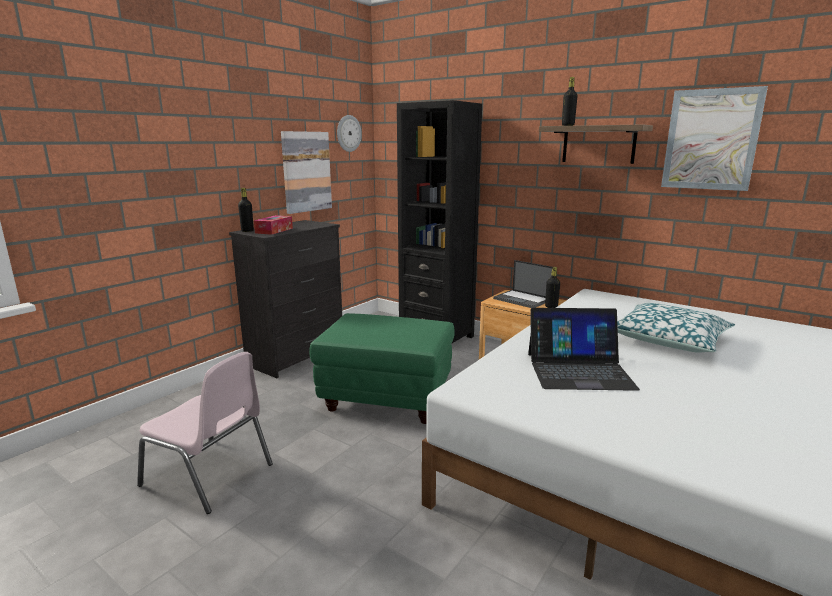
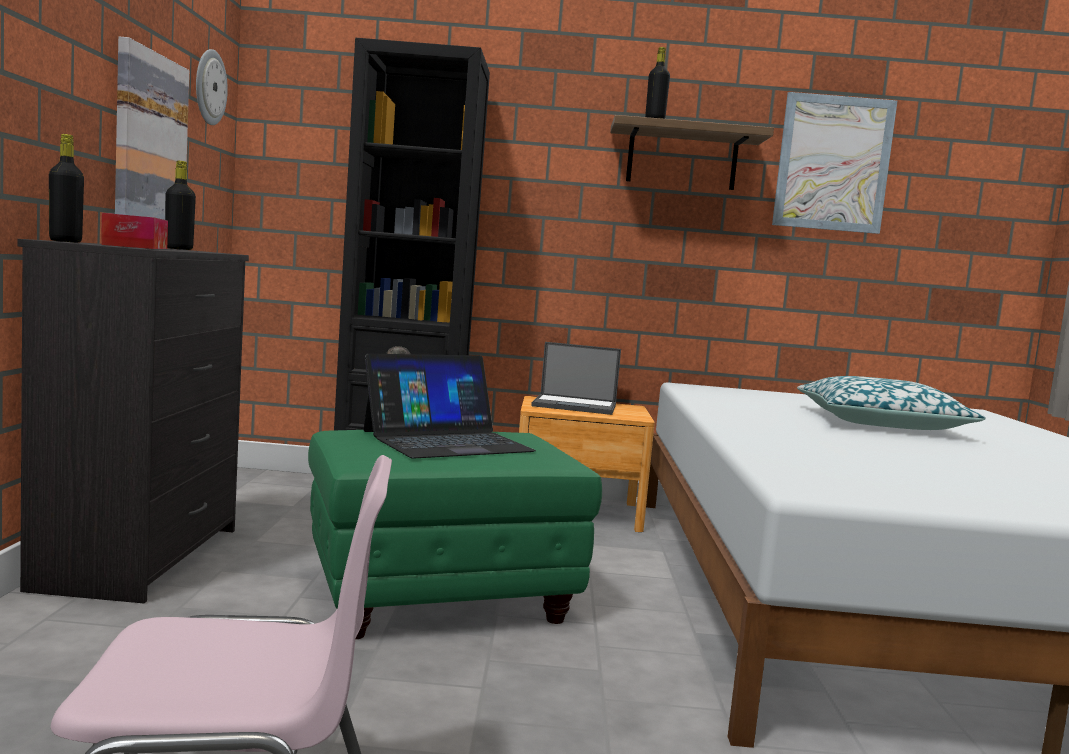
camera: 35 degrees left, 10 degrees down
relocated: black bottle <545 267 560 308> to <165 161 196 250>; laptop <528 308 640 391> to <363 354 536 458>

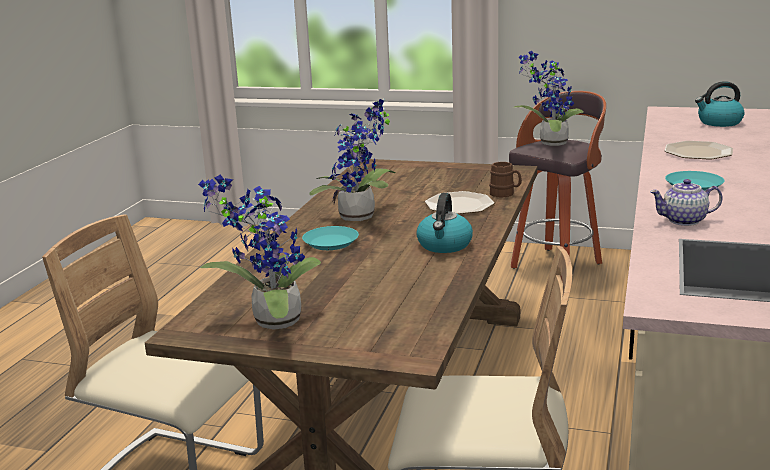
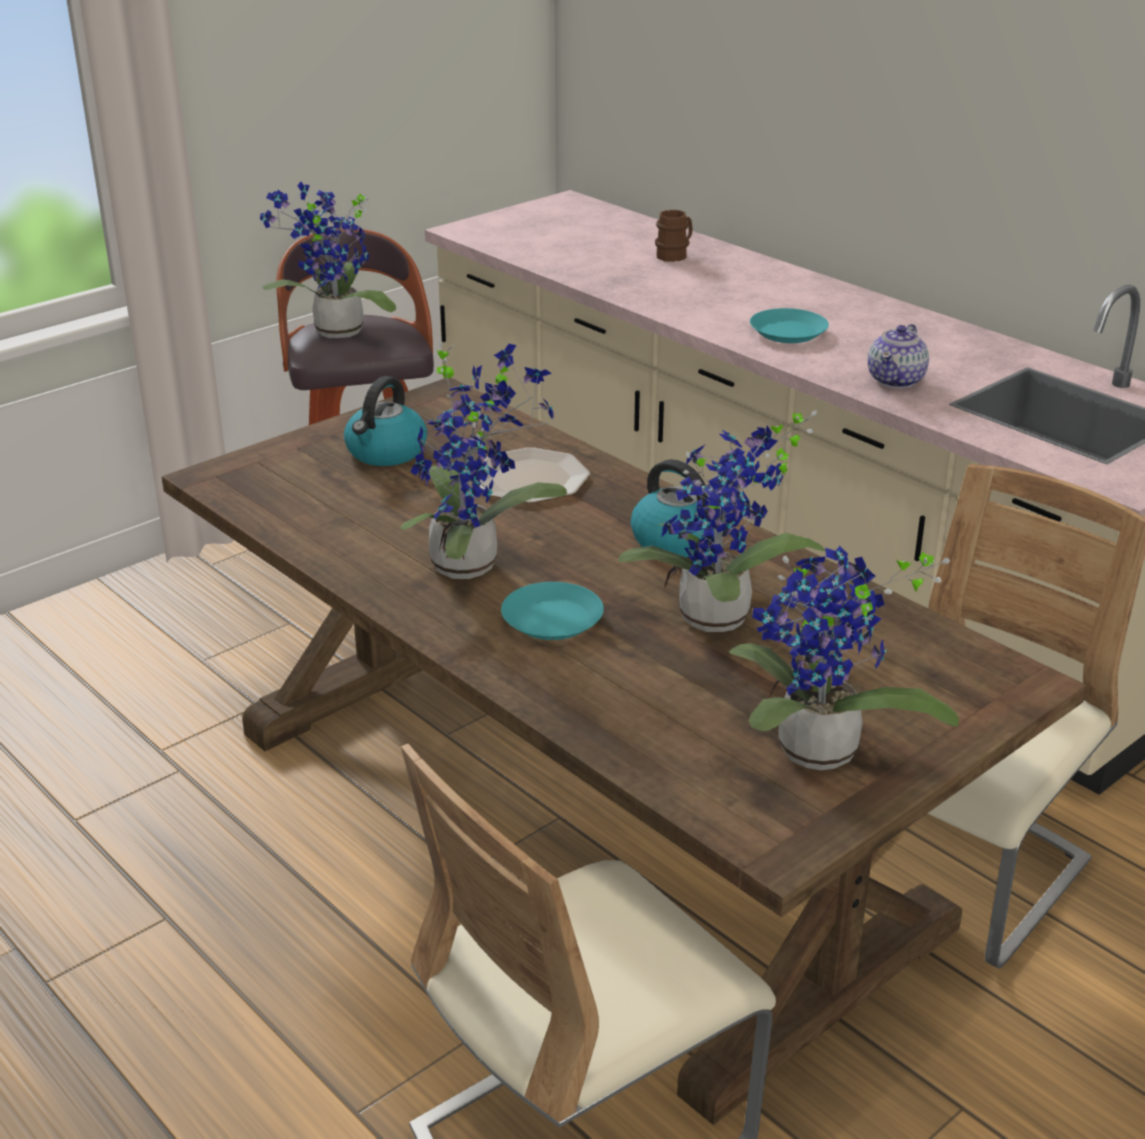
camera: 60 degrees left, 10 degrees up
missing: plate <665 141 733 160>
appeared: potted plant <618 410 826 632>
relocated: kettle <695 81 745 127> to <344 376 427 466>; brown mug <489 162 522 198> to <655 210 692 261>

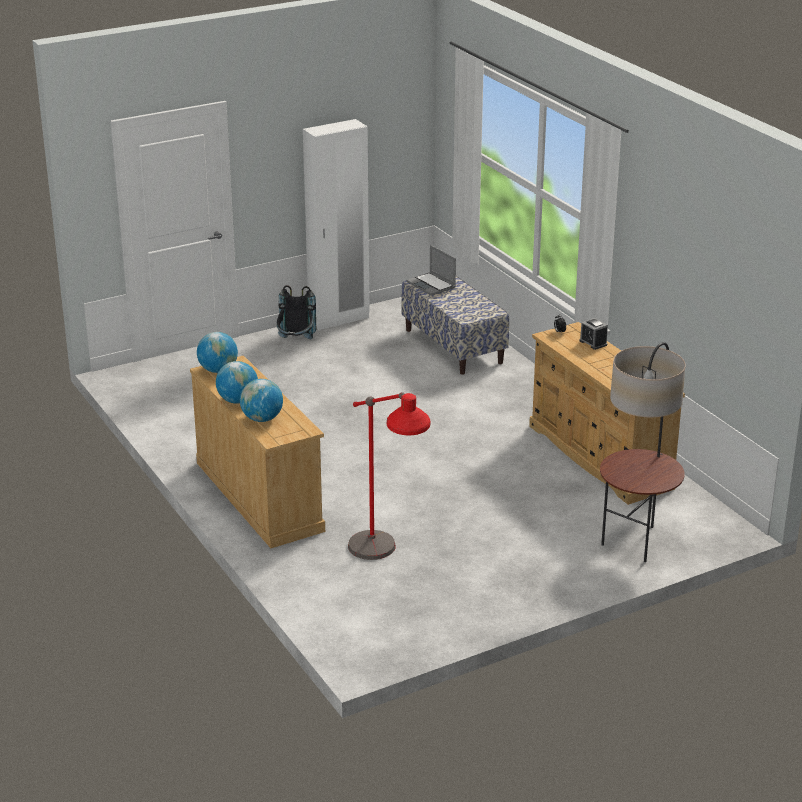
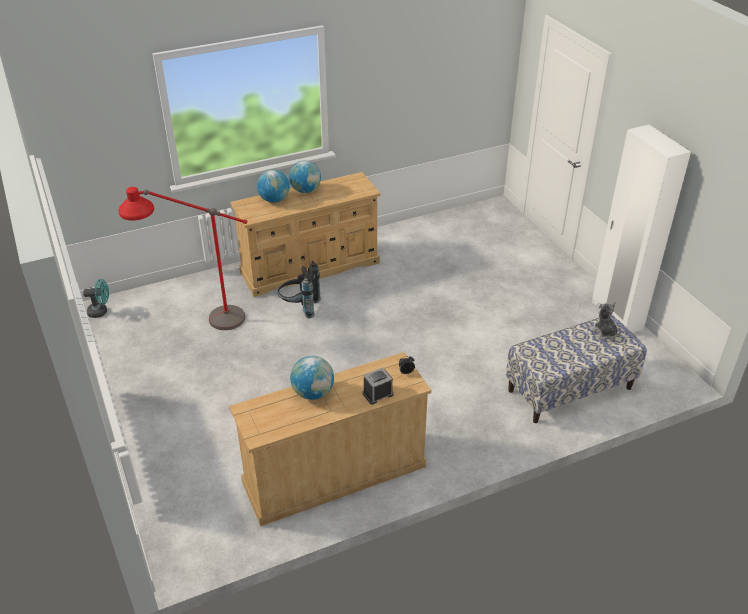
camera: 95 degrees right, 10 degrees up
missing: floor lamp <600 342 685 562>
appeared: turquoise fan <83 279 109 318>
relocated: black backpack <277 285 316 339> to <277 260 321 319>; globe <197 332 238 373> to <290 356 334 400>
exchanged: laptop <407 245 456 296> to plush toy <589 302 620 340>

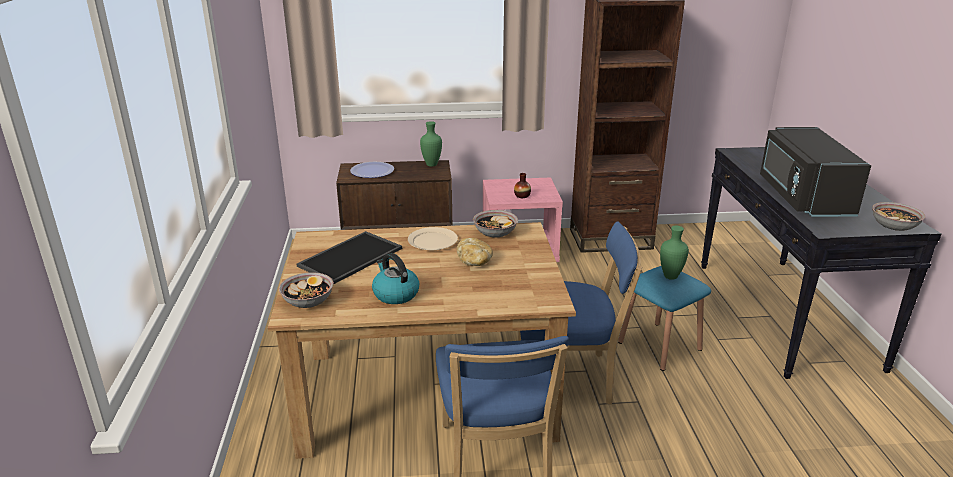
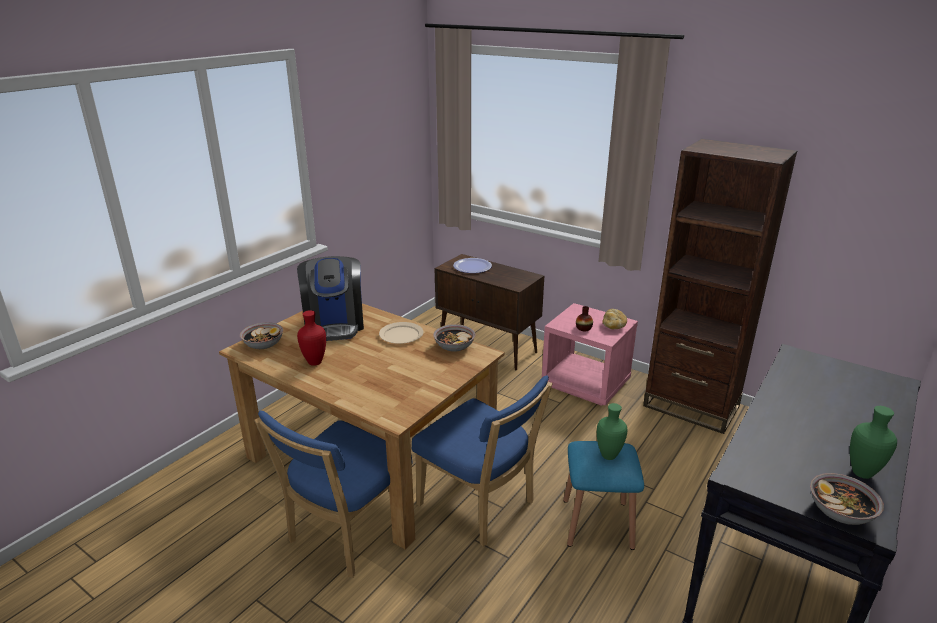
camera: 40 degrees right, 0 degrees up
missing: black microwave <760 127 871 217>
relocated: bread <457 238 493 266> to <602 309 627 329>; green vase <420 121 442 167> to <850 406 897 479>
exchanged: tray <297 231 402 284> to coffee machine <297 256 364 341>; kettle <372 253 419 304> to red vase <297 310 326 366>

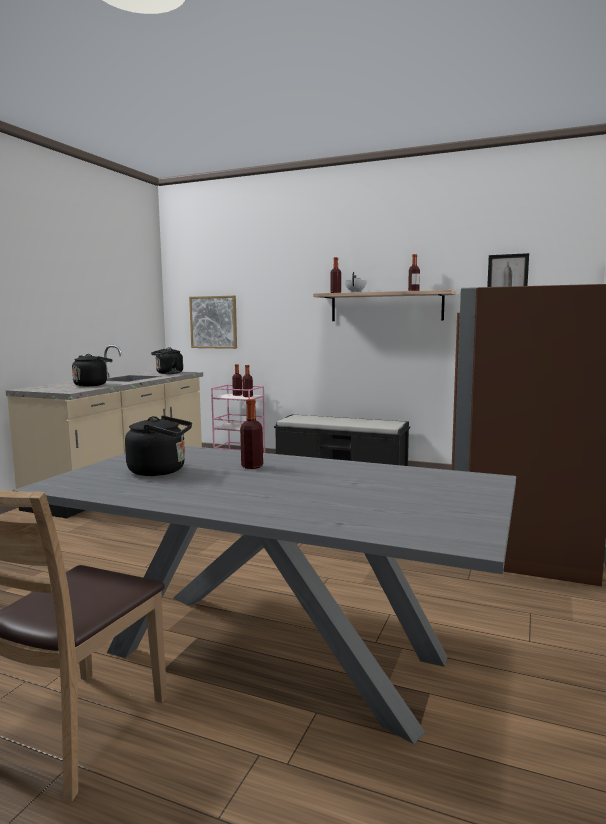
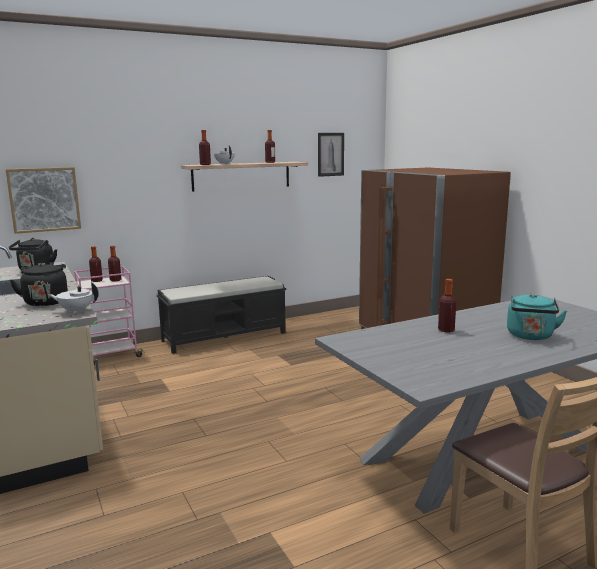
camera: 50 degrees left, 5 degrees up
missing: black kettle <125 416 192 476>
appeared: white teapot <48 282 99 314>; turquoise kettle <507 293 567 340>

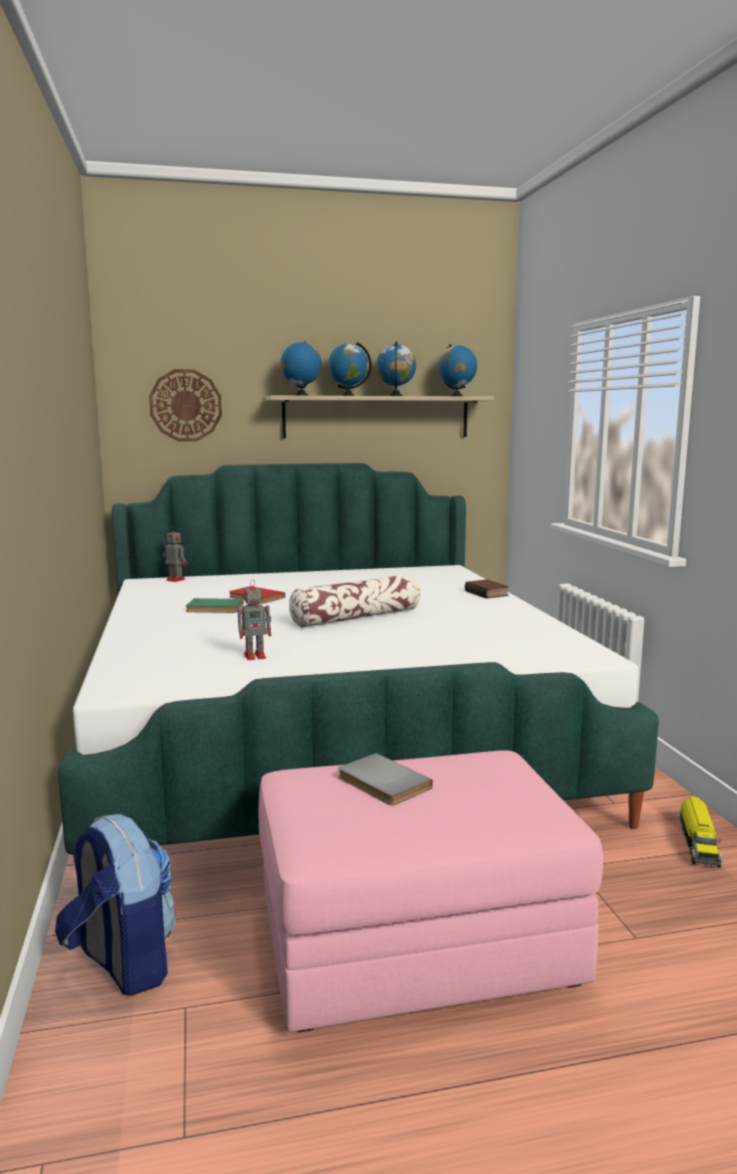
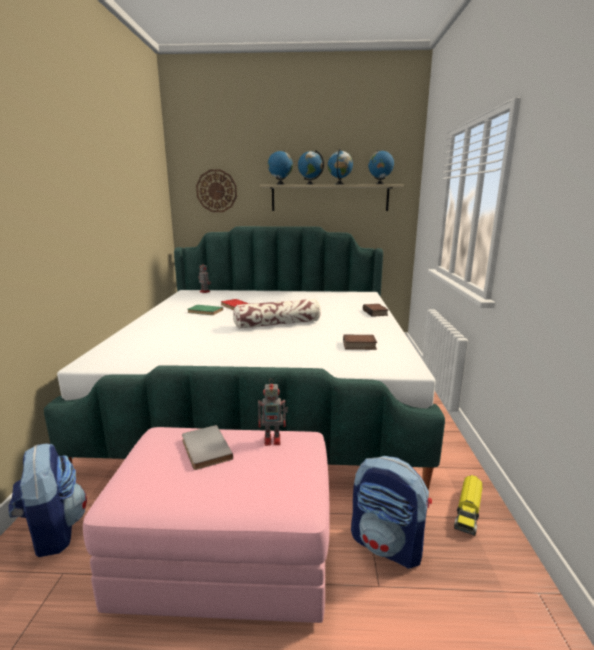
camera: 15 degrees right, 5 degrees up
appeared: book <343 335 377 350>; backpack <351 456 432 568>
relocated: toy robot <238 579 271 660> to <258 378 288 446>

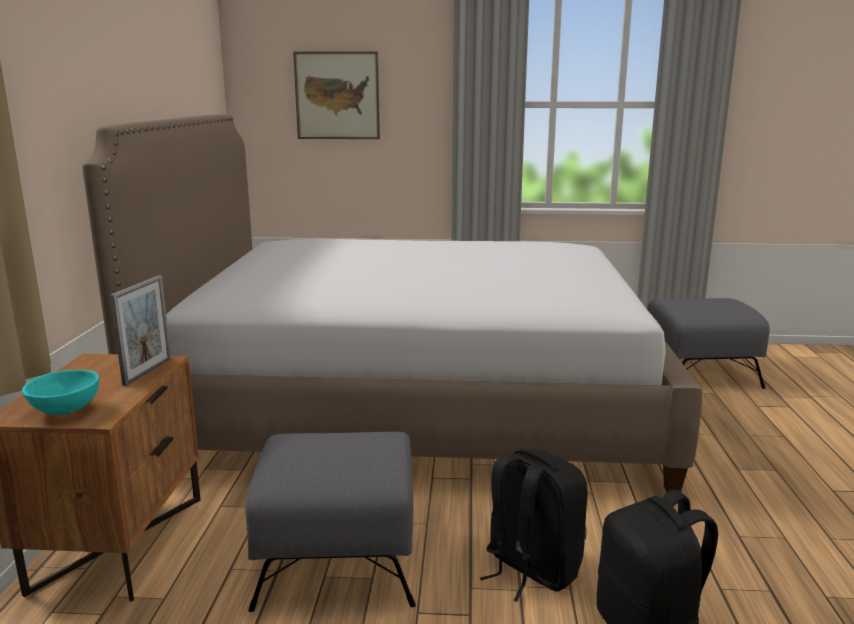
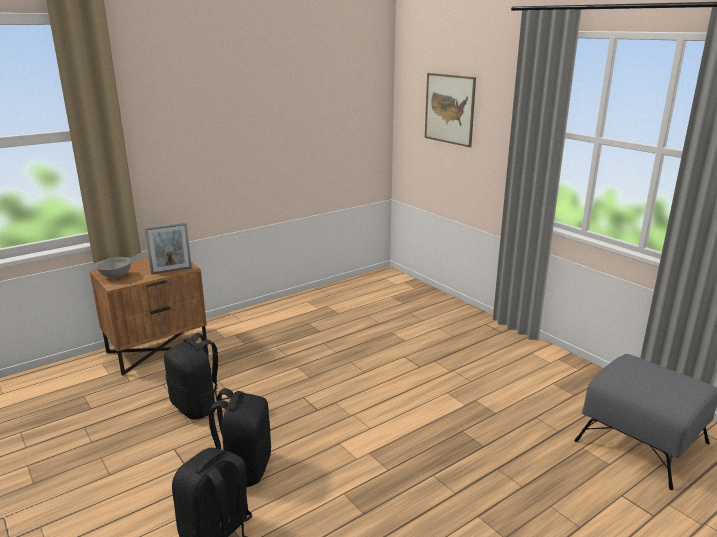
camera: 50 degrees right, 5 degrees up
missing: bed <82 114 702 492>
exchanged: grey ottoman <246 432 416 612> to black backpack <164 333 230 420>
colour: turquoise bowl <22 370 99 415> to grey bowl <96 257 131 279>

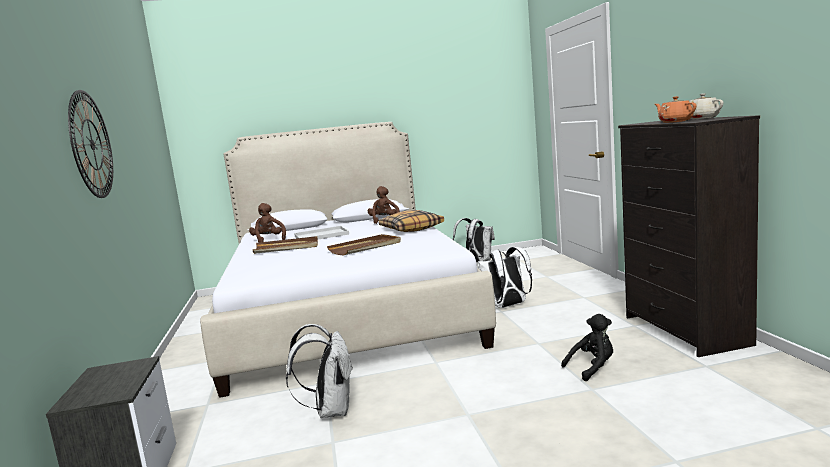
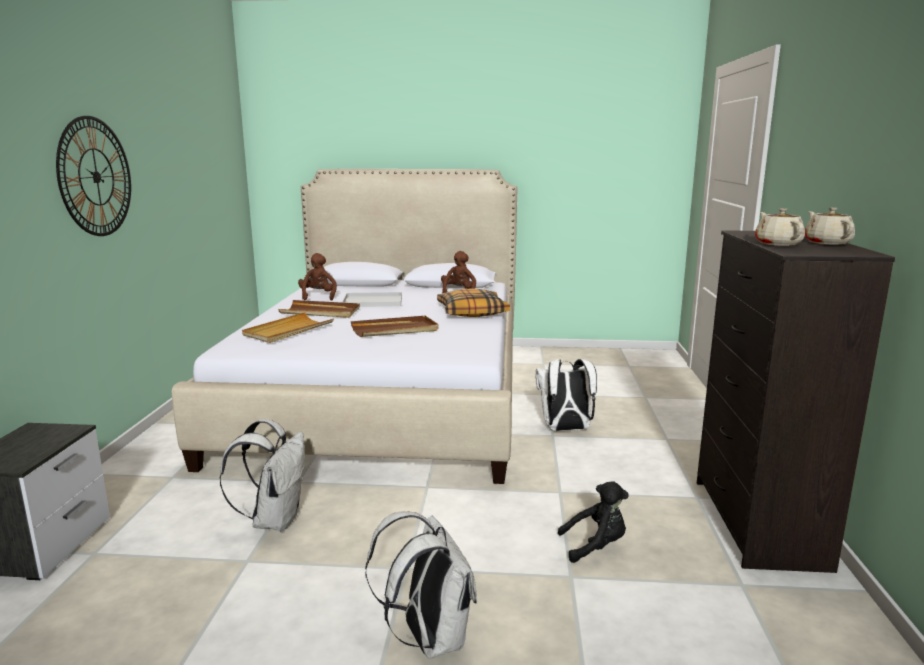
camera: 15 degrees right, 5 degrees up
appeared: beige tray <242 312 334 343>
relocated: white backpack <453 218 495 262> to <365 511 477 659>
colour: orange teapot <655 96 697 123> to beige teapot <755 208 805 246>

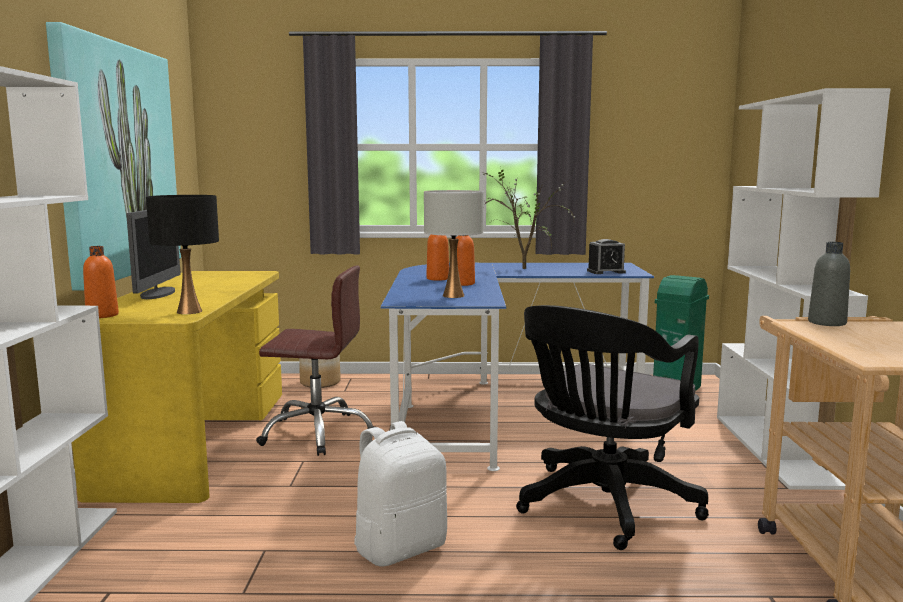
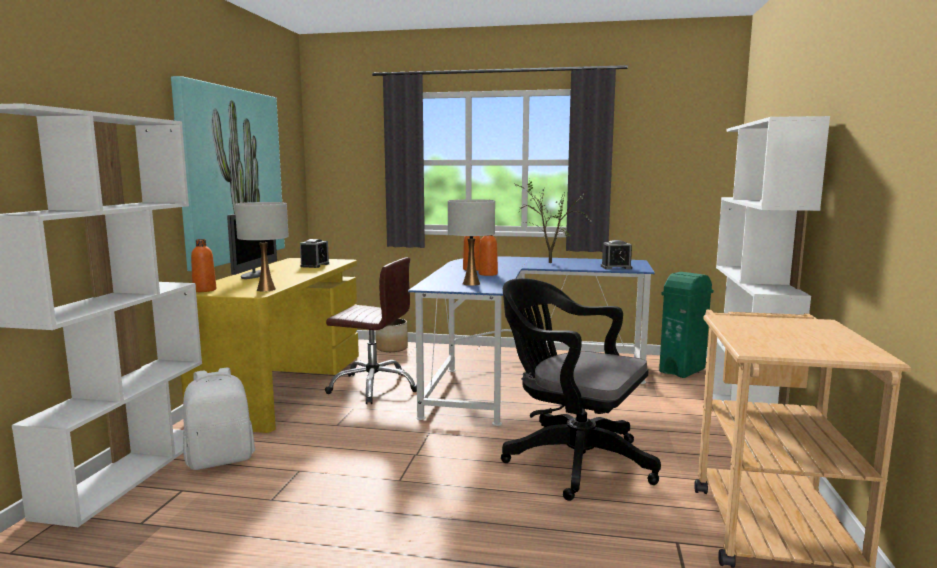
camera: 10 degrees right, 0 degrees up
missing: grey bottle <808 242 850 326>
appeared: alarm clock <300 239 329 268>
relocated: white backpack <354 421 447 567> to <183 367 255 470>
colour: black table lamp <146 195 219 314> to white table lamp <235 202 289 292>
spun: black office chair <516 305 709 550> = <501 278 661 501> 75 degrees clockwise

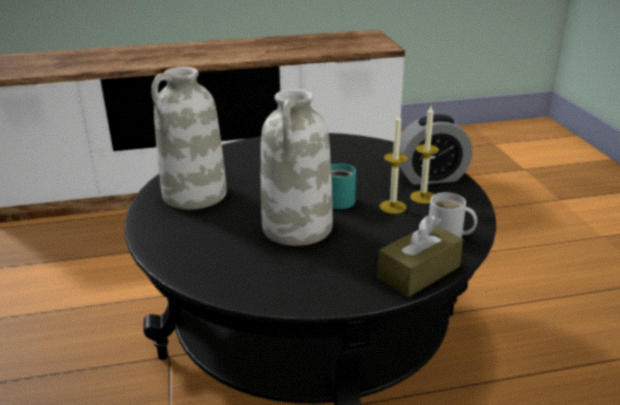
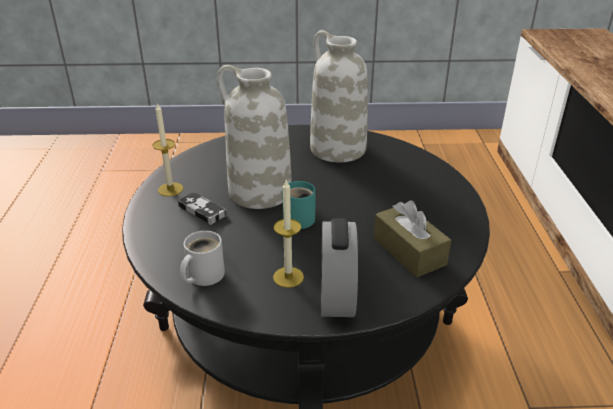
camera: 100 degrees right, 5 degrees up
appeared: game controller <178 192 227 225>
relocated: candle <380 113 408 214> to <152 102 183 196>; brown tissue box <377 215 463 297> to <374 200 451 277>

